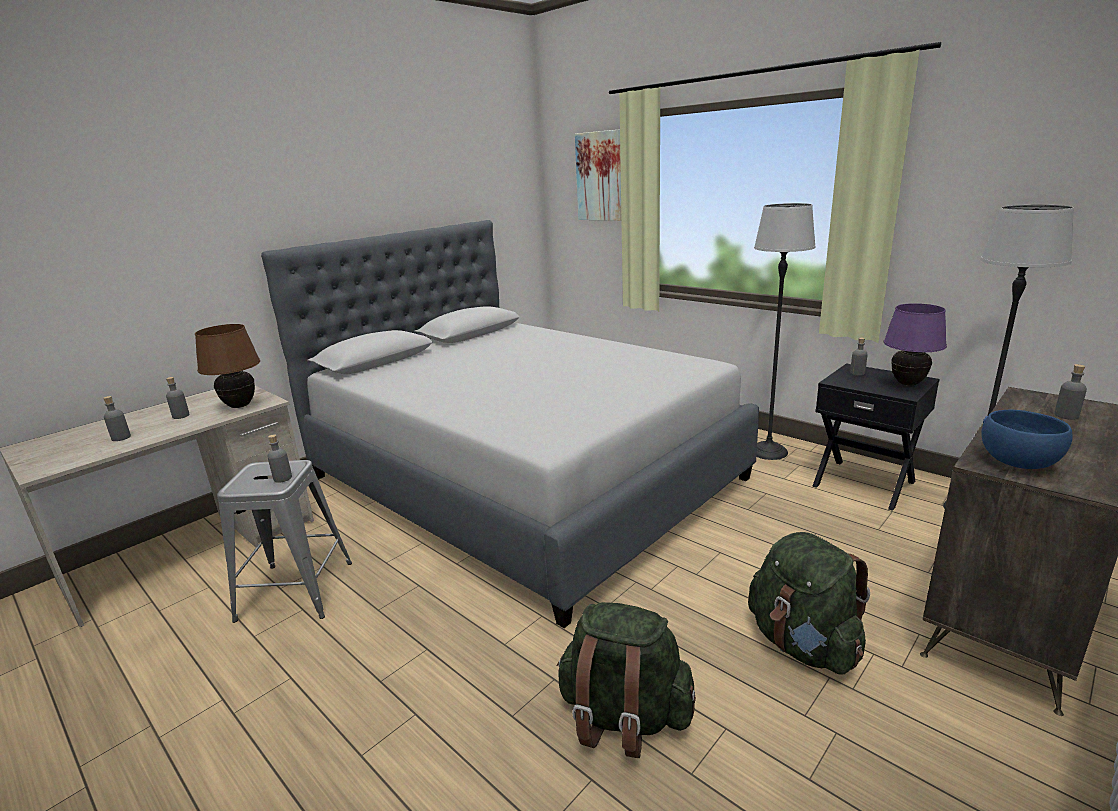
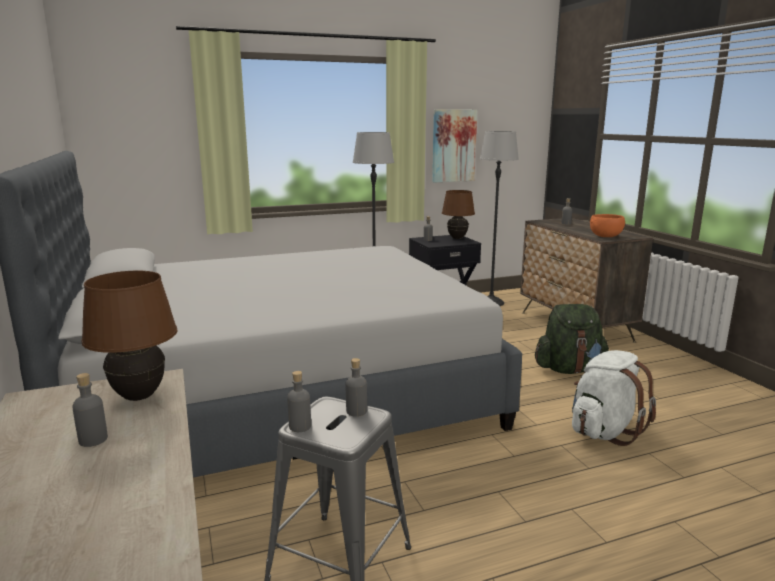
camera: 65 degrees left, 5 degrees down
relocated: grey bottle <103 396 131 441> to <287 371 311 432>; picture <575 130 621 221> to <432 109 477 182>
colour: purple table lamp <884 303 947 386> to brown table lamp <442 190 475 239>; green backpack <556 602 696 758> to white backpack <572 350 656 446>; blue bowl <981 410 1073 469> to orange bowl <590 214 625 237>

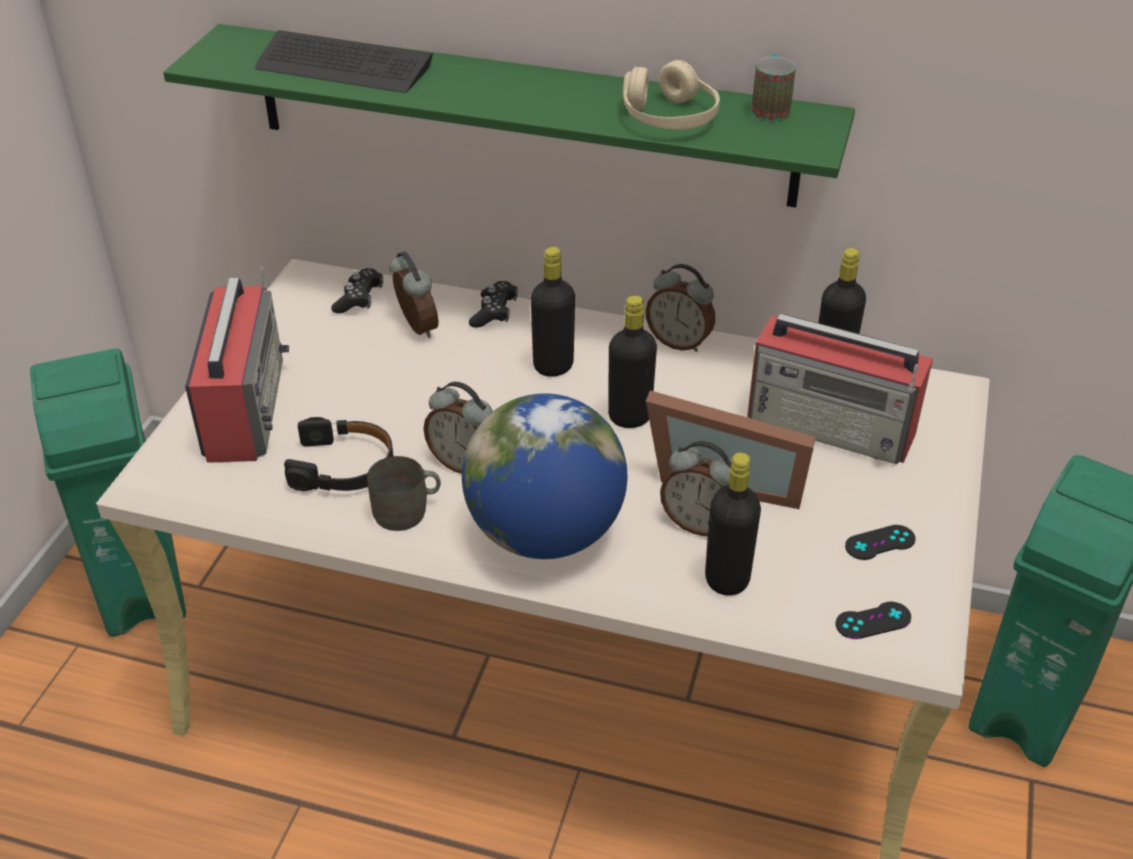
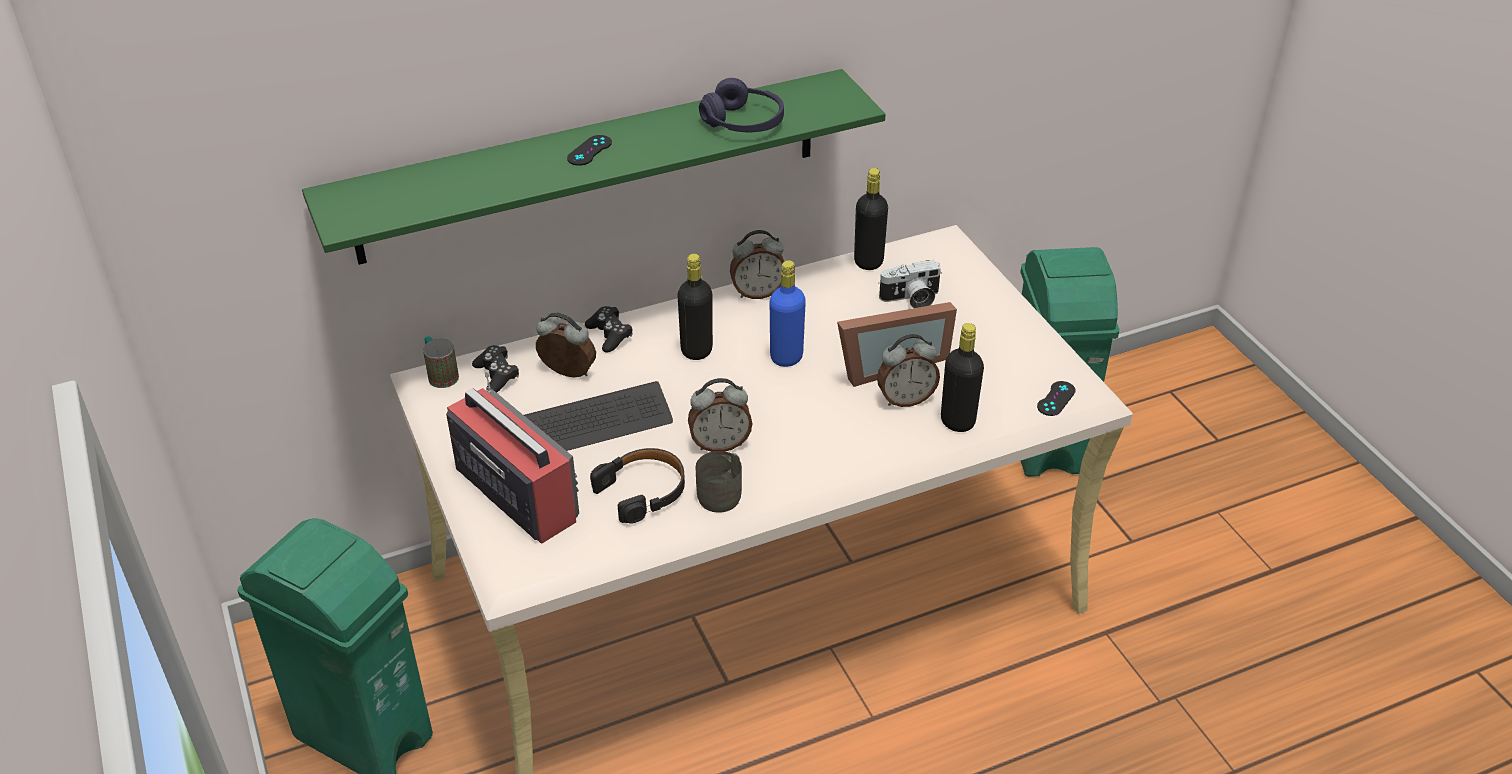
camera: 40 degrees left, 0 degrees up
missing: globe <462 393 627 559>
relocated: mug <751 54 796 122> to <423 336 459 388>; keyboard <255 30 433 93> to <524 381 673 451>; black game controller <845 525 916 560> to <567 135 612 166>
exchanged: radio <747 313 933 464> to photo camera <878 260 942 308>
colour: beige headphones <623 60 720 130> to purple headphones <699 78 784 132>; black bottle <608 296 657 428> to blue bottle <770 260 806 367>

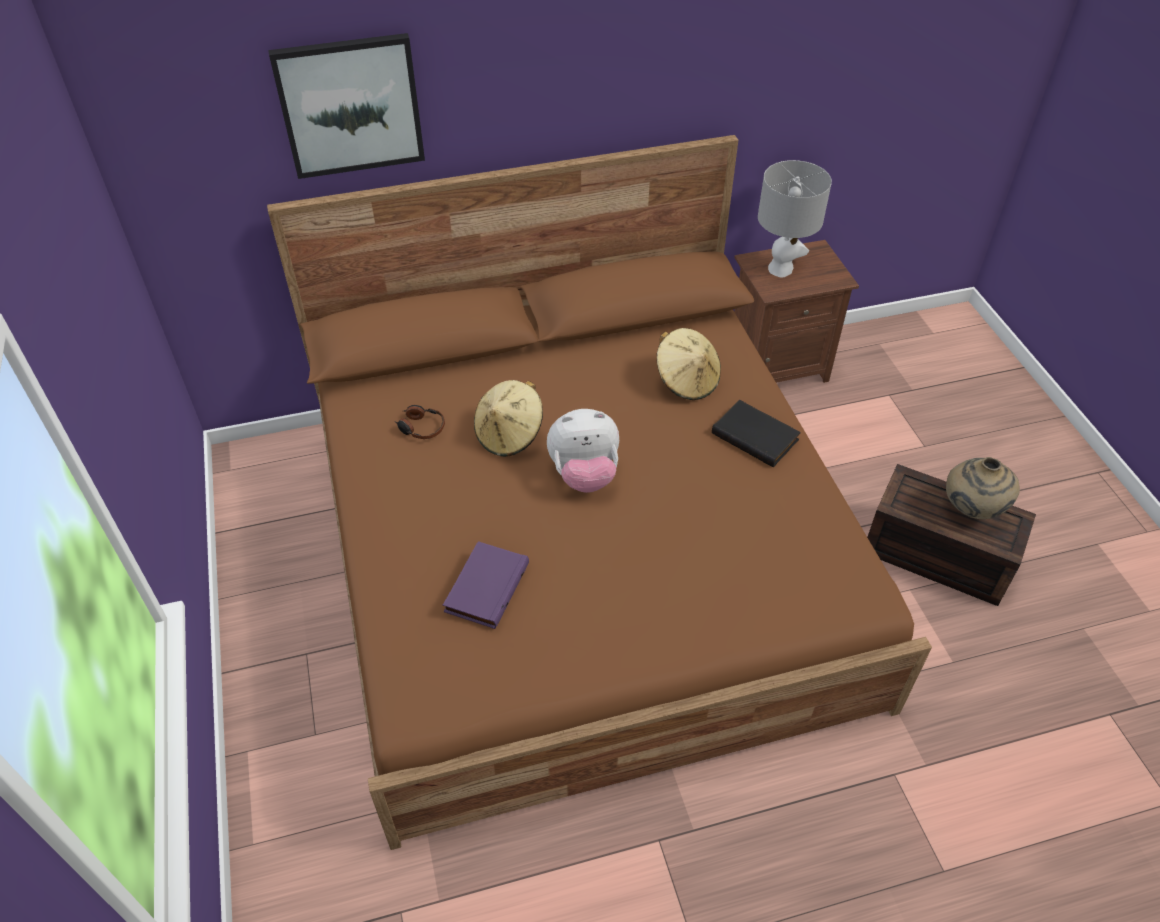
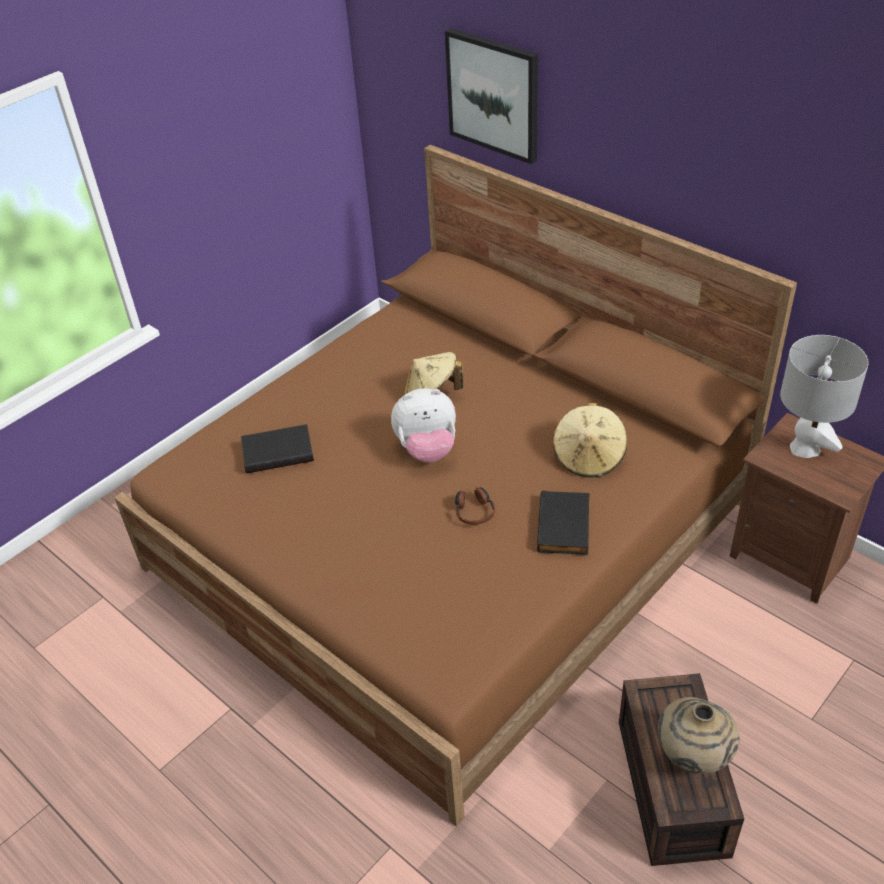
camera: 60 degrees right, 5 degrees down
relocated: headphones <395 405 445 439> to <455 487 495 525>
colour: purple book <443 541 529 629> to black book <241 424 314 473>
spun: plush toy <547 409 619 493> = <391 388 456 463> 60 degrees counterclockwise

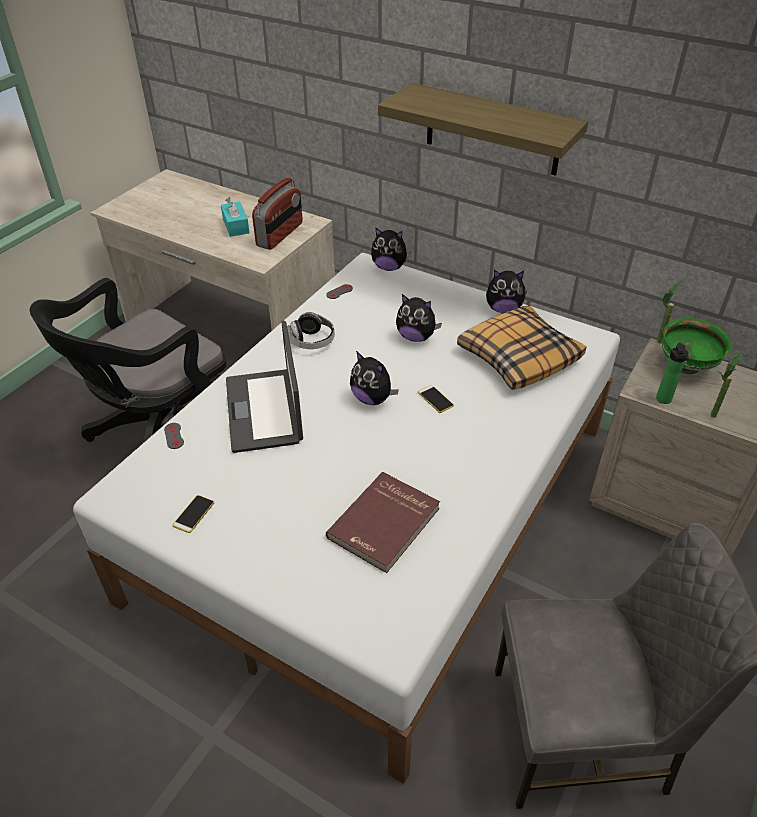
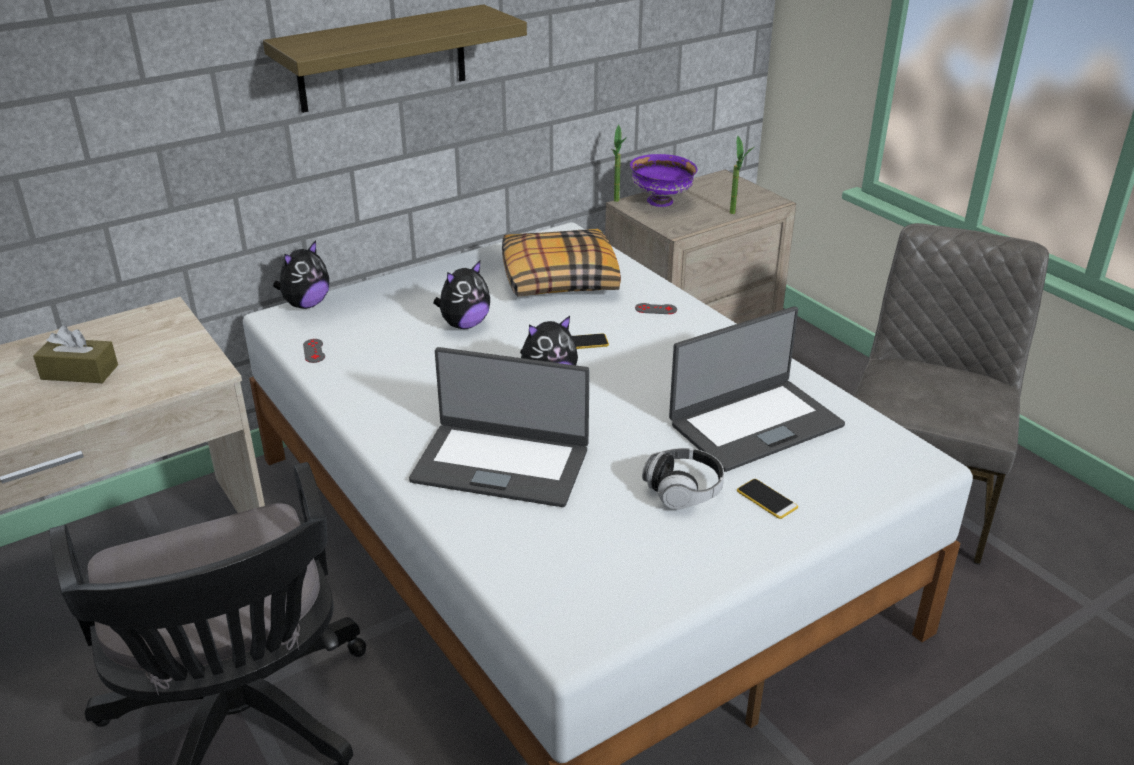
camera: 65 degrees left, 10 degrees down
missing: radio <252 177 303 250>; plush toy <486 270 528 313>; bottle <656 343 689 404>
relocated: grey game controller <164 423 184 449> to <635 303 677 314>; headphones <287 312 335 349> to <642 448 724 510>; phone <173 495 214 533> to <737 479 798 519>
exchanged: red book <326 472 440 573> to laptop <669 307 845 472>
colour: turquoise tissue box <221 197 250 237> to brown tissue box <33 325 118 383>; green bowl <662 318 731 374> to purple bowl <630 154 697 207>

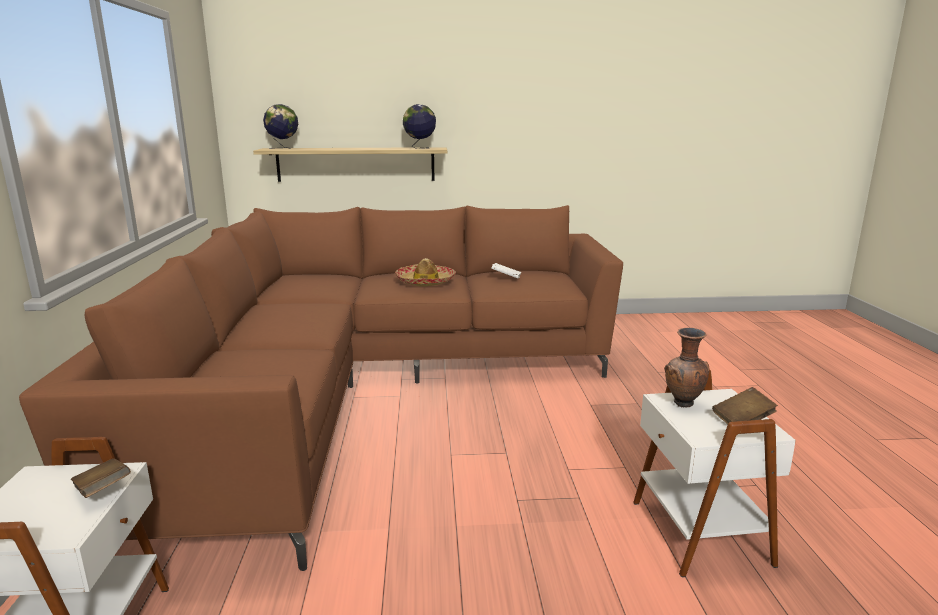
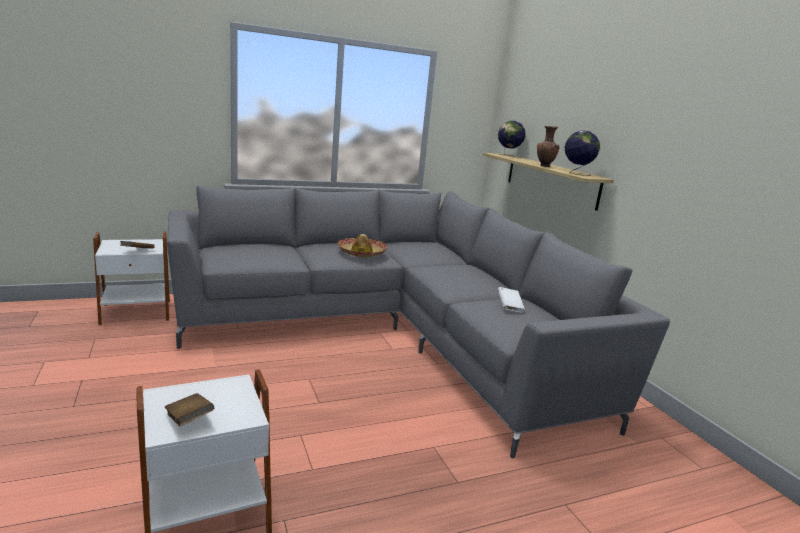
camera: 70 degrees right, 0 degrees up
relocated: hat <395 258 456 286> to <337 234 387 257>; brown vase <664 328 710 407> to <537 126 559 167>
colour: brown sofa <19 205 623 571> to grey sofa <167 185 670 458>

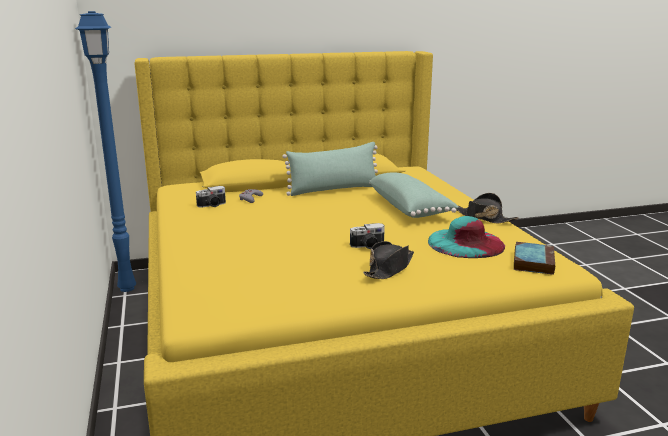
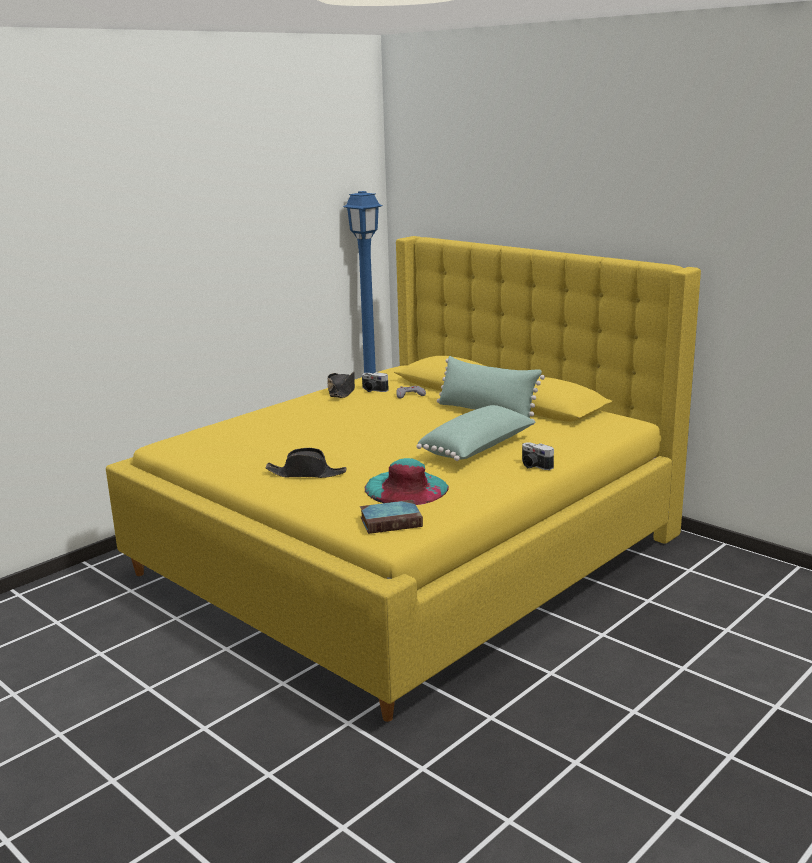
camera: 60 degrees right, 0 degrees up
relocated: black hat <456 193 519 224> to <327 371 355 398>; photo camera <350 223 385 249> to <522 442 554 470>

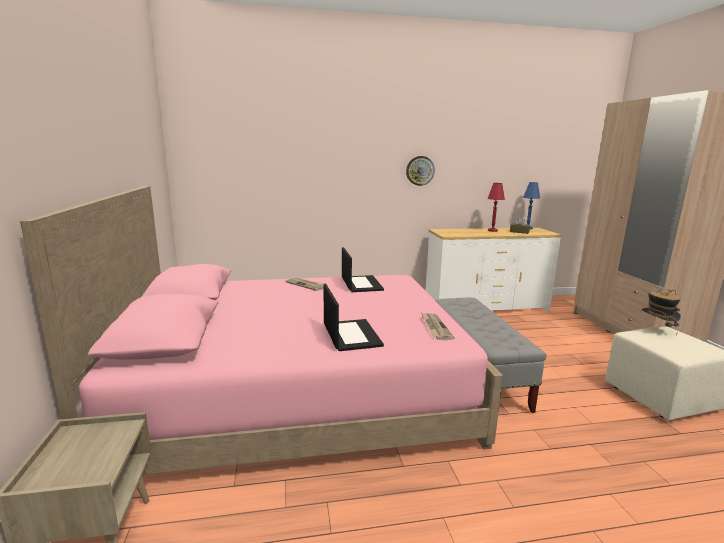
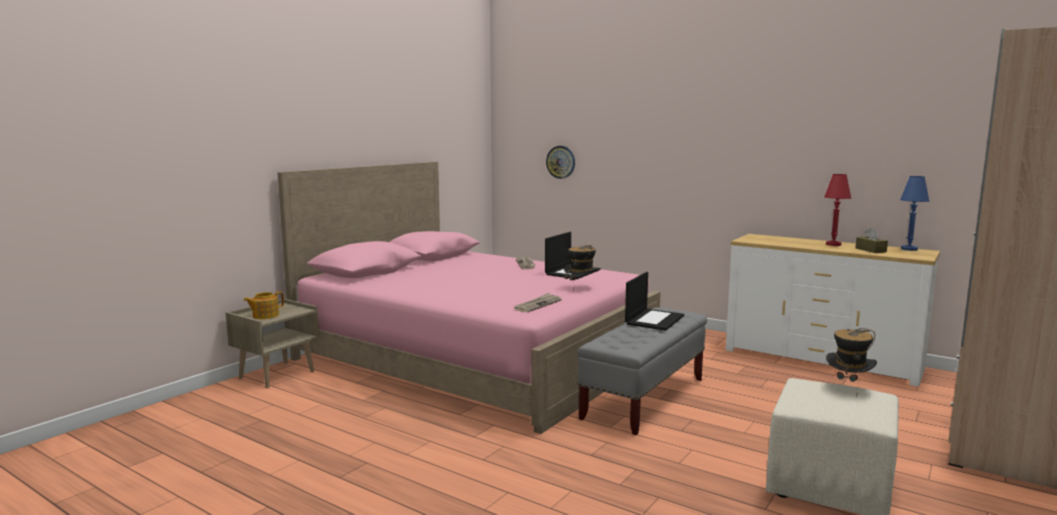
camera: 45 degrees right, 5 degrees down
appeared: teapot <243 291 284 319>; hat <564 245 599 292>
relocated: wall clock <406 156 435 186> to <546 146 575 179>; laptop <323 284 384 351> to <625 272 684 331>

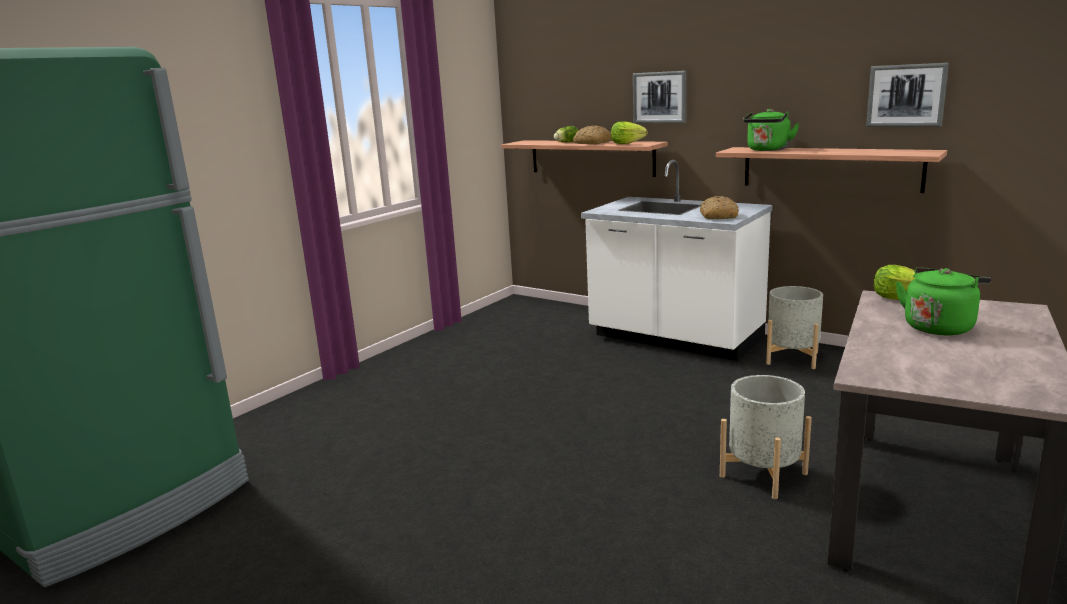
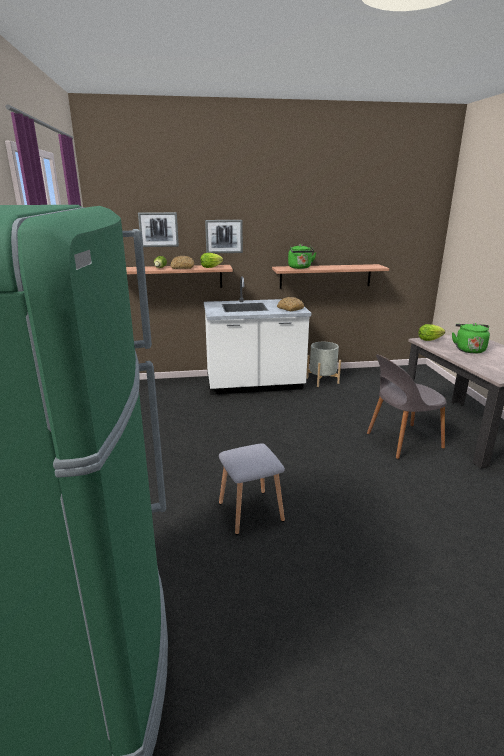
camera: 45 degrees left, 5 degrees up
appeared: grey stool <219 443 285 535>
relocated: picture <866 63 949 127> to <138 212 179 247>
exchanged: grey planter <720 375 812 499> to grey chair <367 354 447 459>

